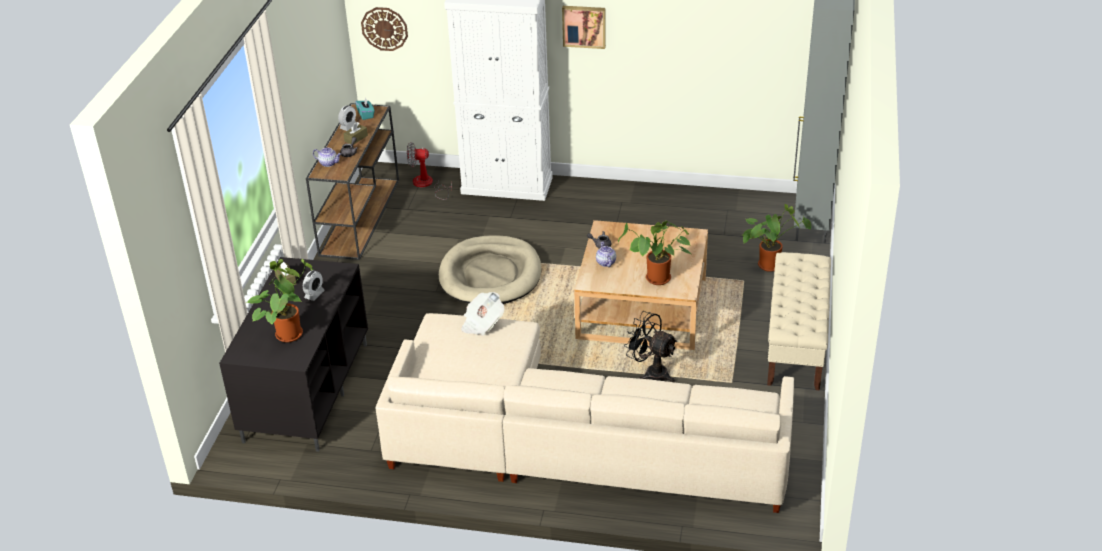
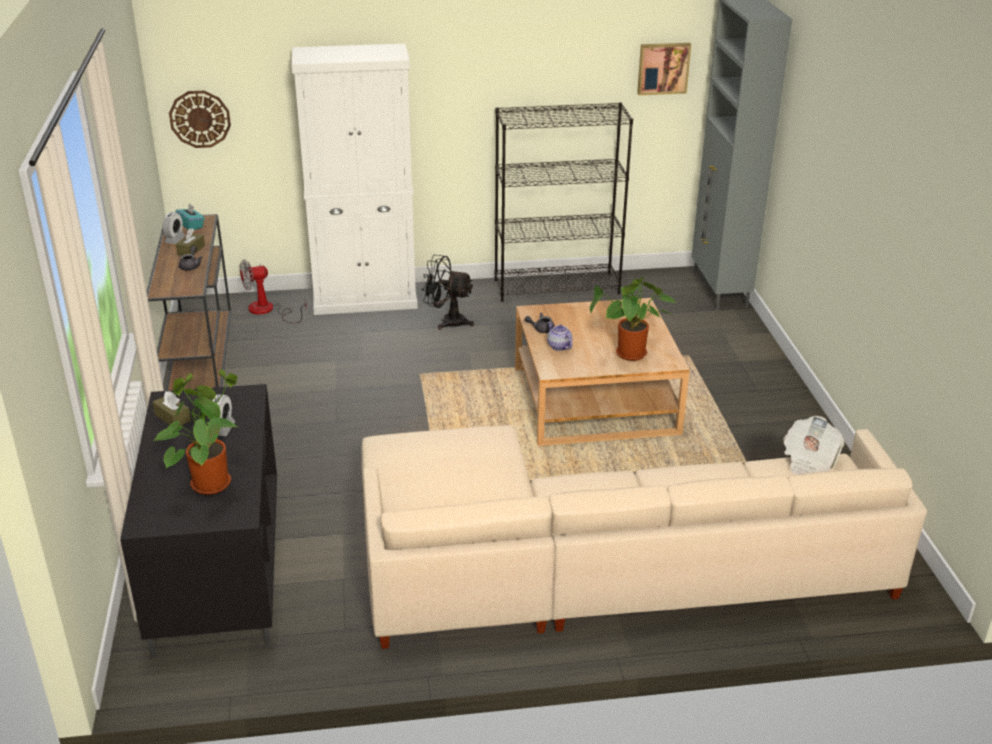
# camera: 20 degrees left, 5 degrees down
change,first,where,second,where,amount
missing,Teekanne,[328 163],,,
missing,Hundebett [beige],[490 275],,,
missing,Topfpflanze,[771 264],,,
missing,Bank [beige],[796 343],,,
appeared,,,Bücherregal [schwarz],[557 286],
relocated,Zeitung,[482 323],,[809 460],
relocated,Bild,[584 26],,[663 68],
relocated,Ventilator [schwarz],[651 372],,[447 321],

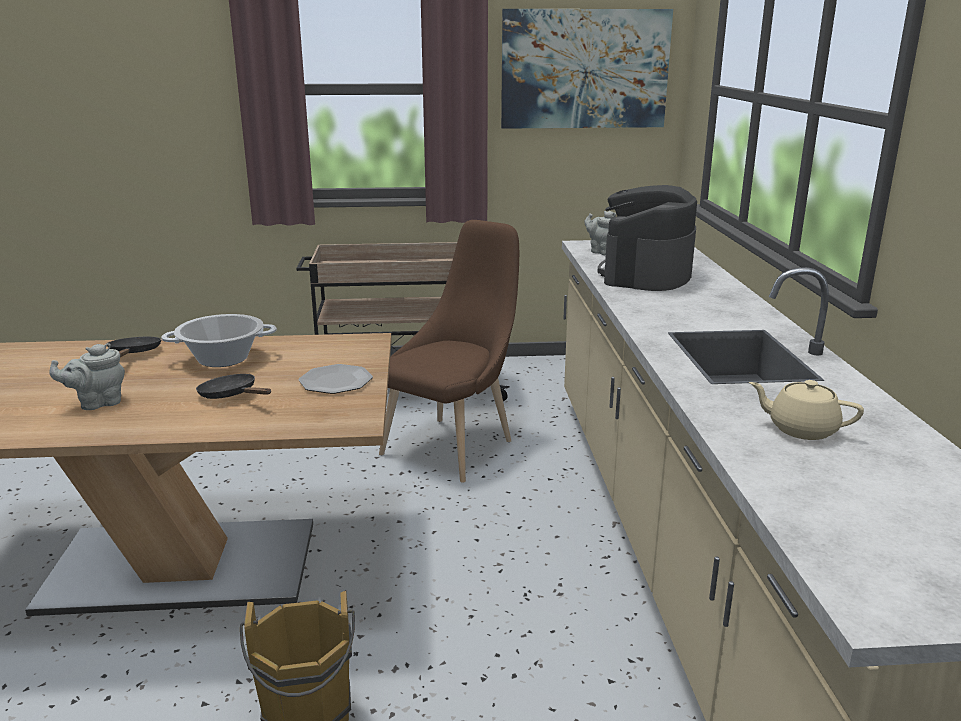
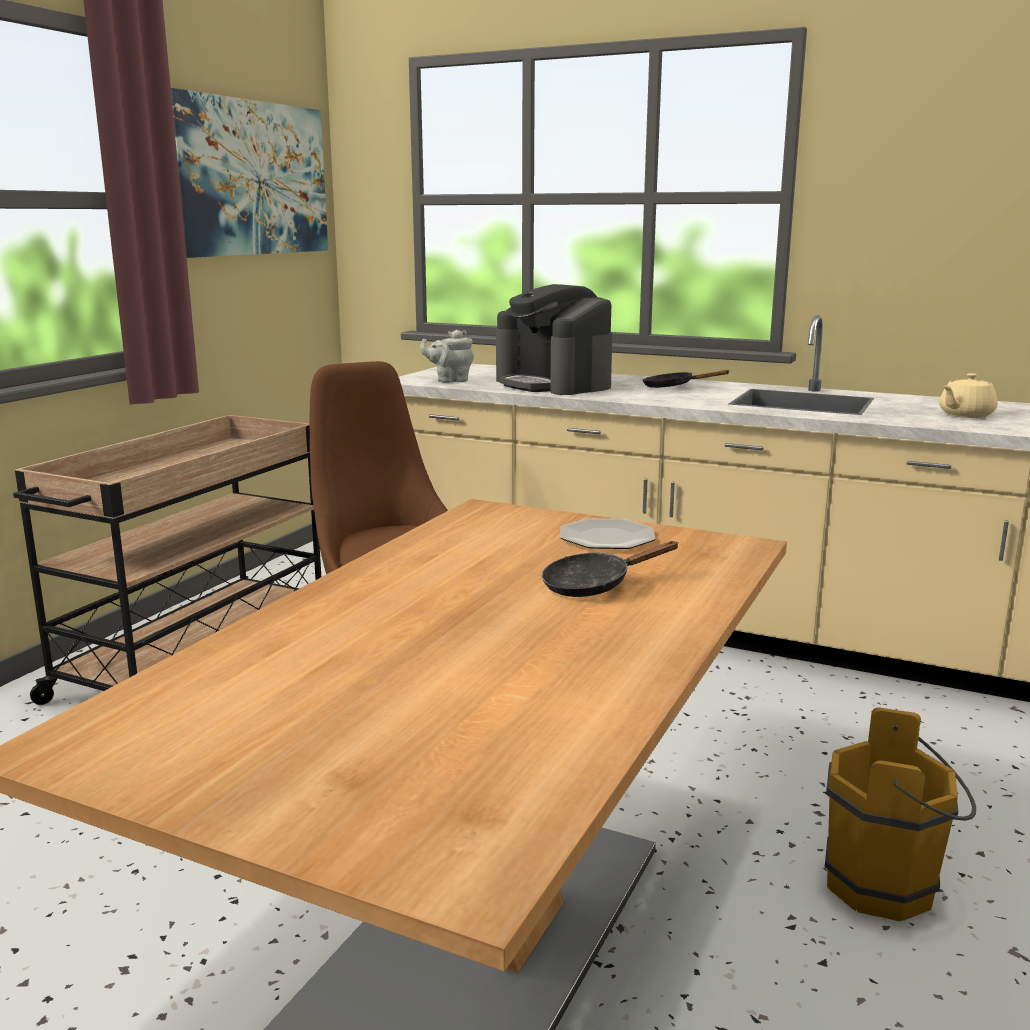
# camera: 60 degrees left, 5 degrees down
change,first,where,second,where,amount
missing,Teekanne [grau],[97 403],,,
missing,Kochtopf,[223 359],,,
relocated,Pfanne [schwarz],[134 353],,[673 387],

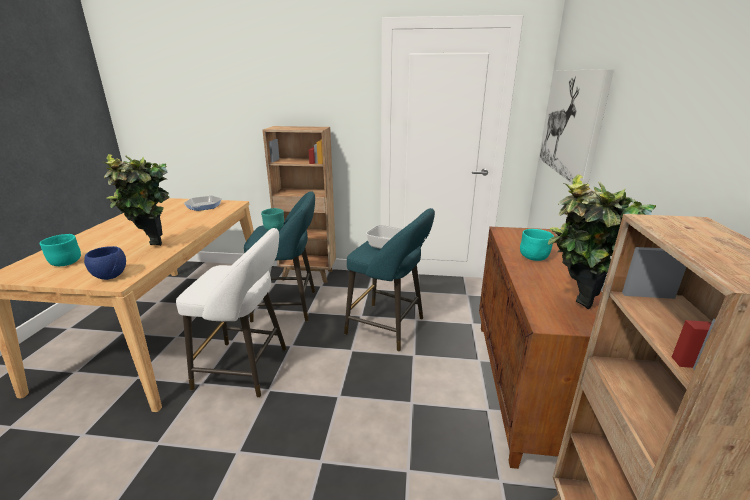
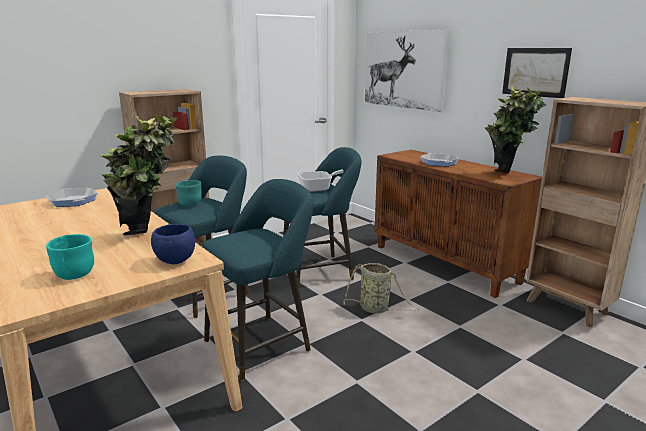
# camera: 45 degrees left, 5 degrees down
change,first,where,second,where,amount
appeared,,,Korb,[376 309],
appeared,,,Bild,[535 72],
exchanged,Schüssel [türkis],[533 258],Pfanne,[439 162],
colour,Hocker [weiß],[247 369],Hocker [türkis],[262 344],

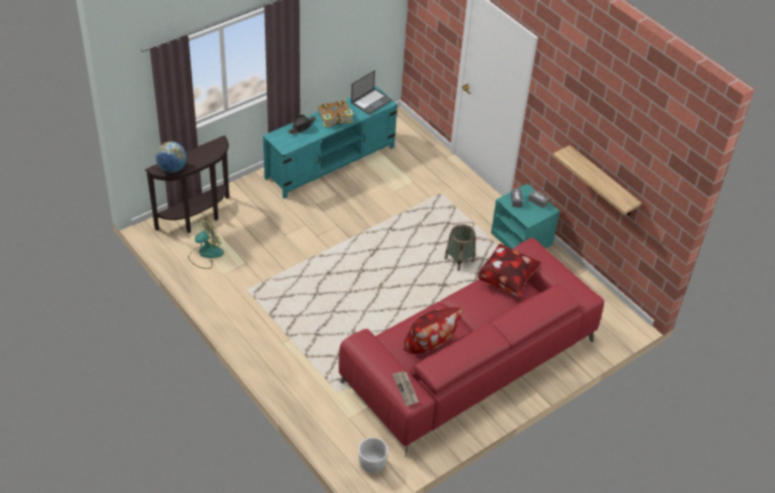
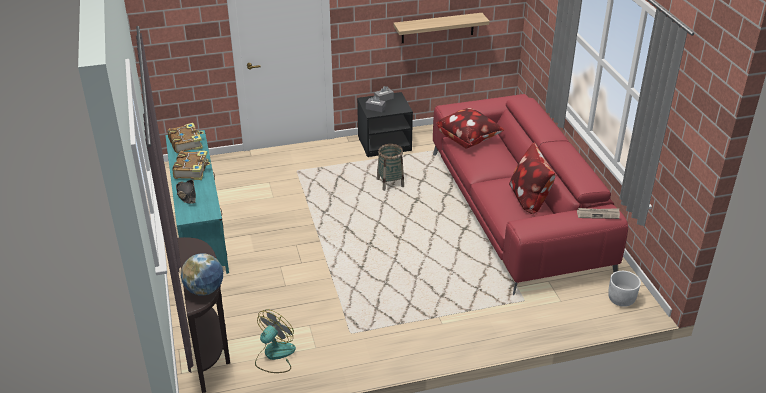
# camera: 65 degrees left, 10 degrees down
change,first,where,second,where,amount
exchanged,Laptop,[371 101],Buch,[186 143],
colour,Nachttisch [türkis],[522 239],Nachttisch [schwarz],[384 143],
spun,Ventilator,[205 254],,[274 355],45 degrees clockwise

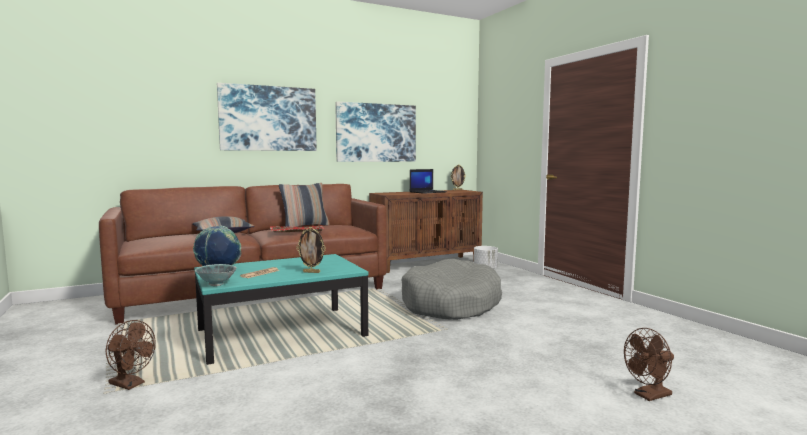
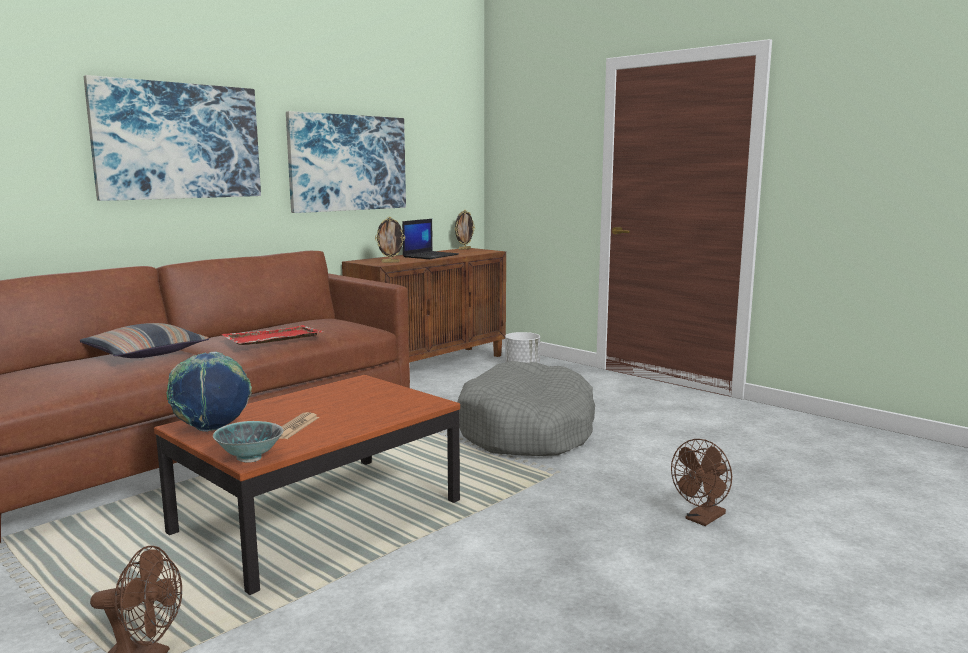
# camera: 20 degrees left, 5 degrees up
change,first,where,second,where,amount
missing,Kissen,[305 226],,,
relocated,Bilderrahmen,[311 272],,[390 262],
relocated,Ventilator [braun],[649 396],,[702 519],
colour,Couchtisch [türkis],[282 332],Couchtisch [braun],[319 515],

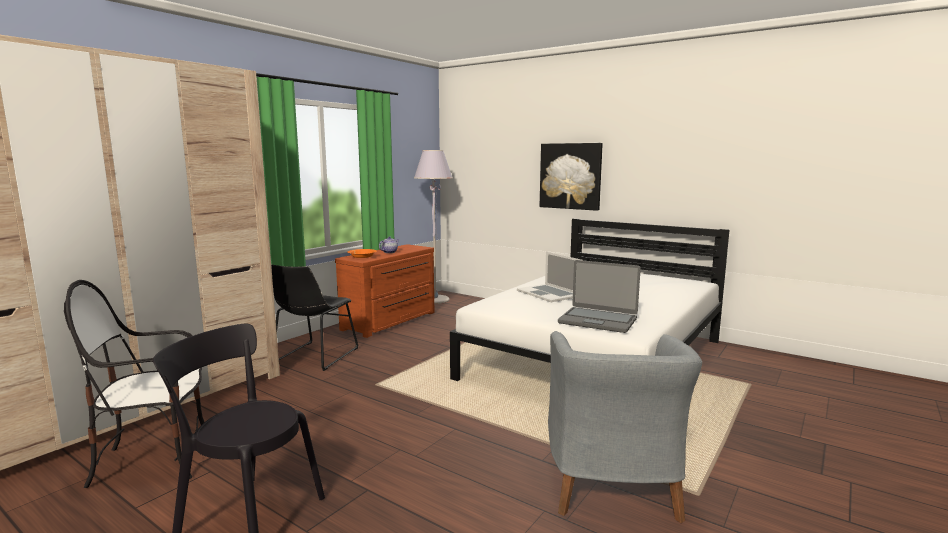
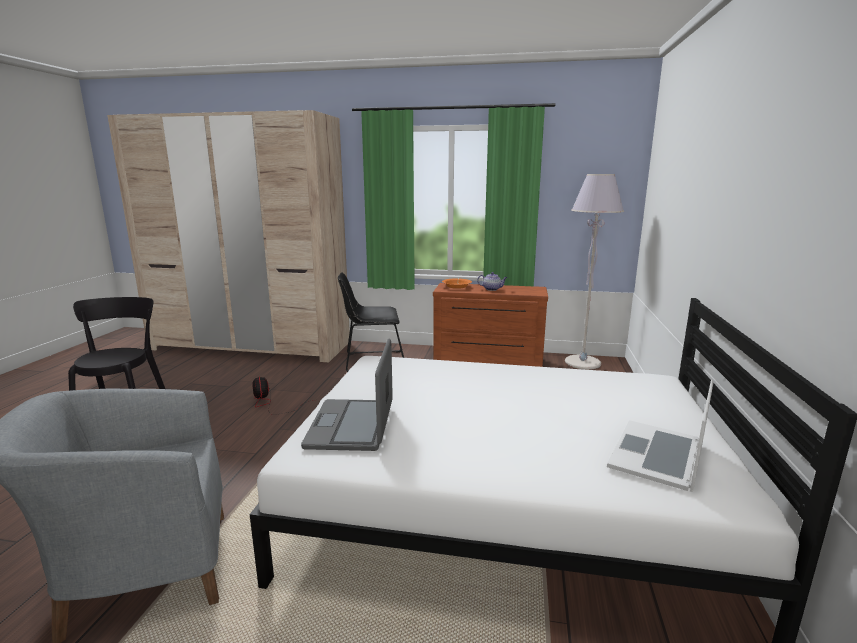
# camera: 65 degrees right, 5 degrees up
change,first,where,second,where,amount
missing,Stuhl,[154 460],,,
missing,Bild,[570 176],,,
appeared,,,Ventilator,[271 404],
relocated,Laptop,[549 293],,[658 454],

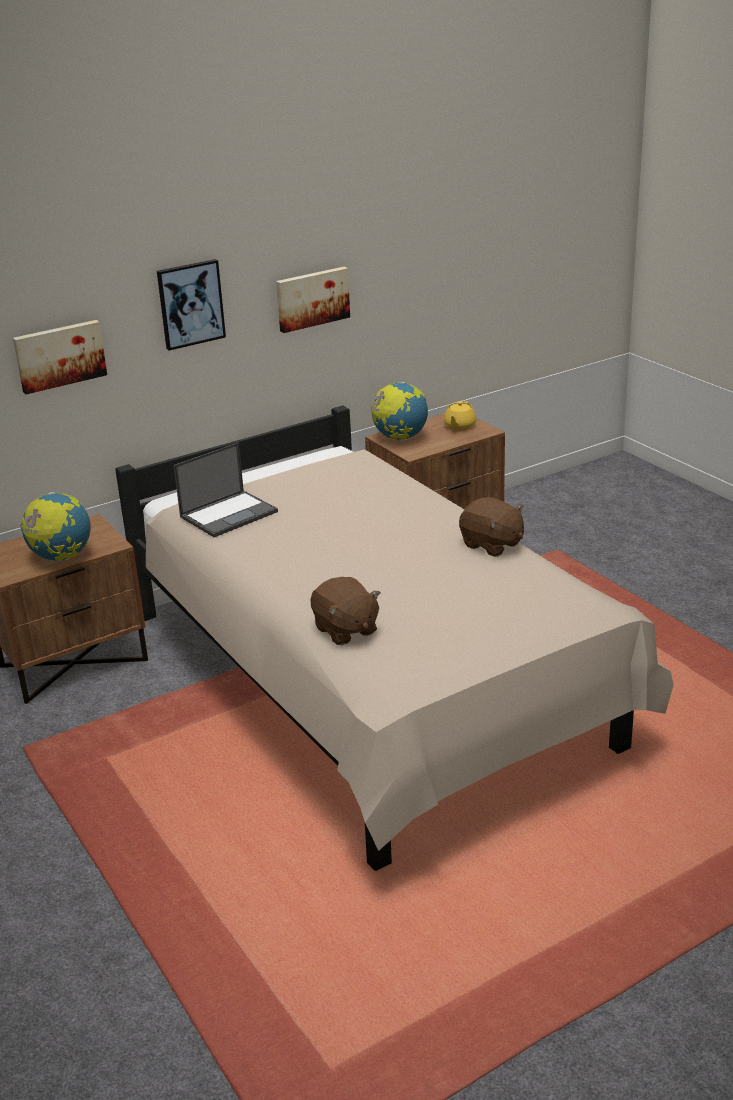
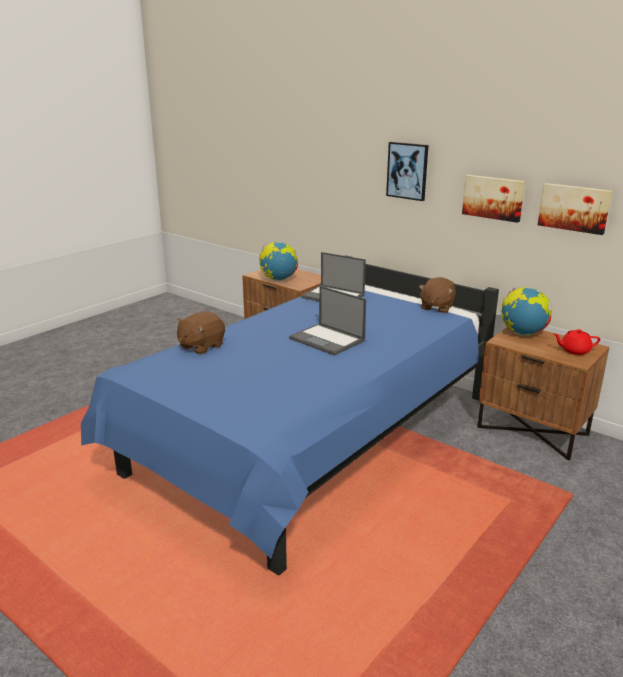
# camera: 70 degrees right, 5 degrees down
change,first,where,second,where,amount
appeared,,,Laptop,[327 340],
relocated,Bild,[59 355],,[574 208],
relocated,Plüschtier [braun],[492 545],,[436 308],
colour,Bett [beige],[371 686],Bett [blau],[310 439],
colour,Teekanne [gelb],[459 426],Teekanne [rot],[574 350],

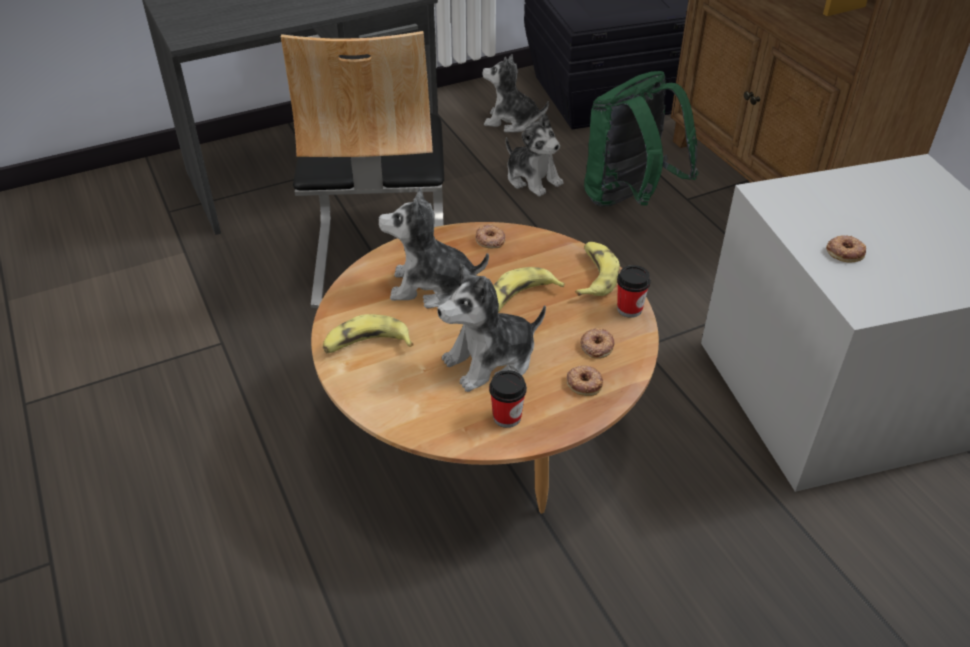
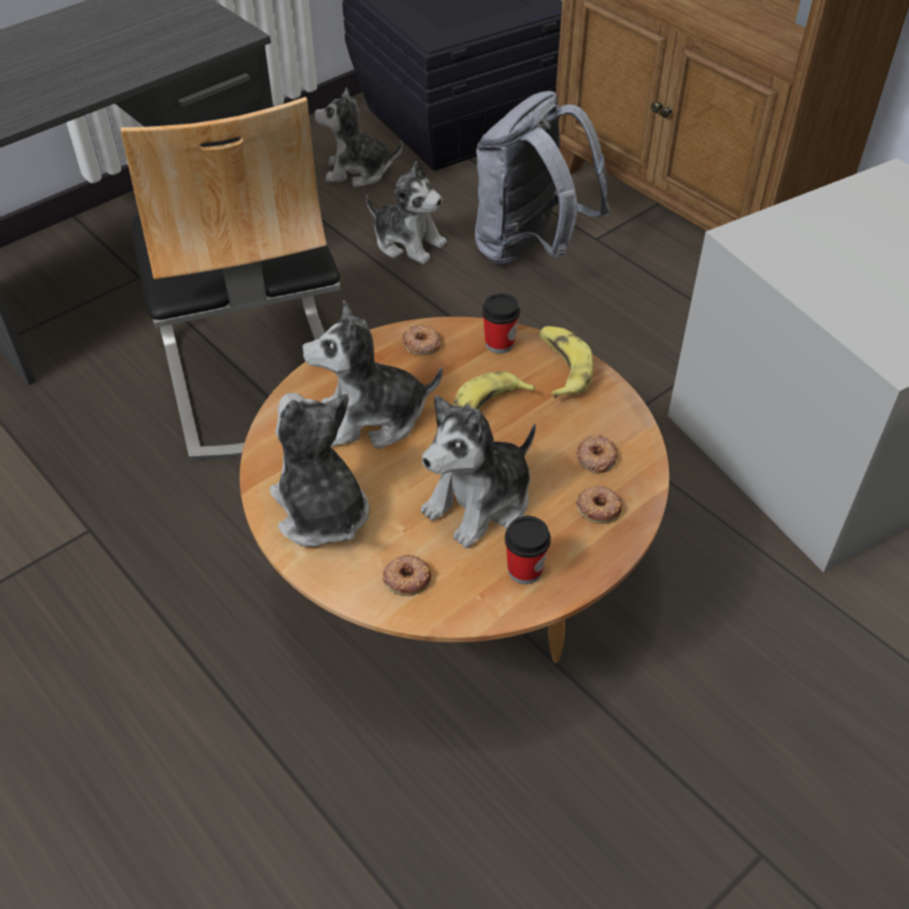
# camera: 15 degrees left, 5 degrees up
change,first,where,second,where,amount
relocated,Tasse,[629 309],,[499 344],
relocated,Donut,[845 252],,[407 578],
exchanged,Banane,[366 345],Plüschtier,[321 512],
colour,Rucksack [grün],[629 199],Rucksack [grau],[530 250],

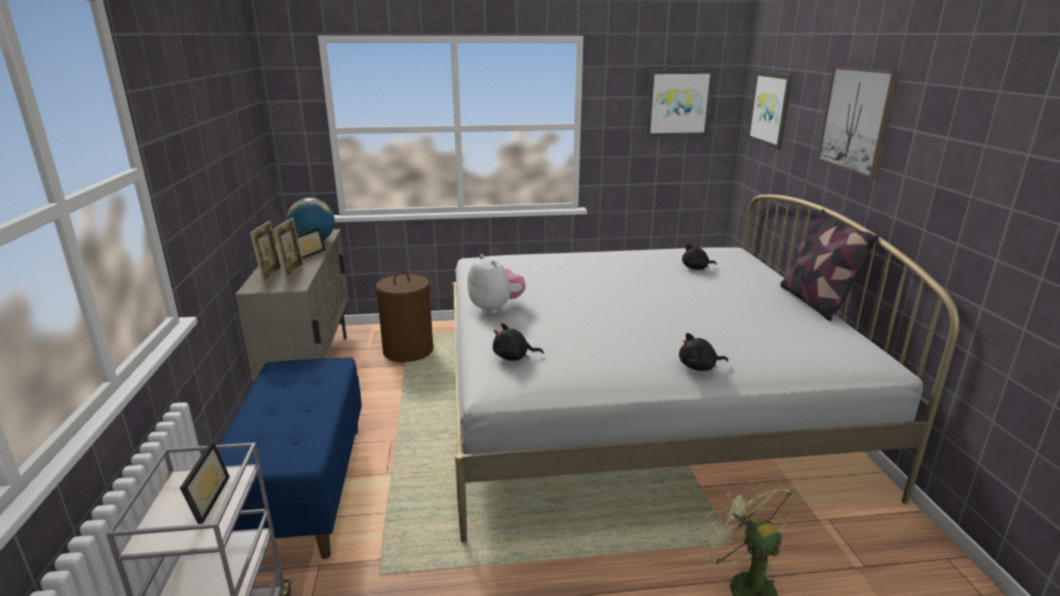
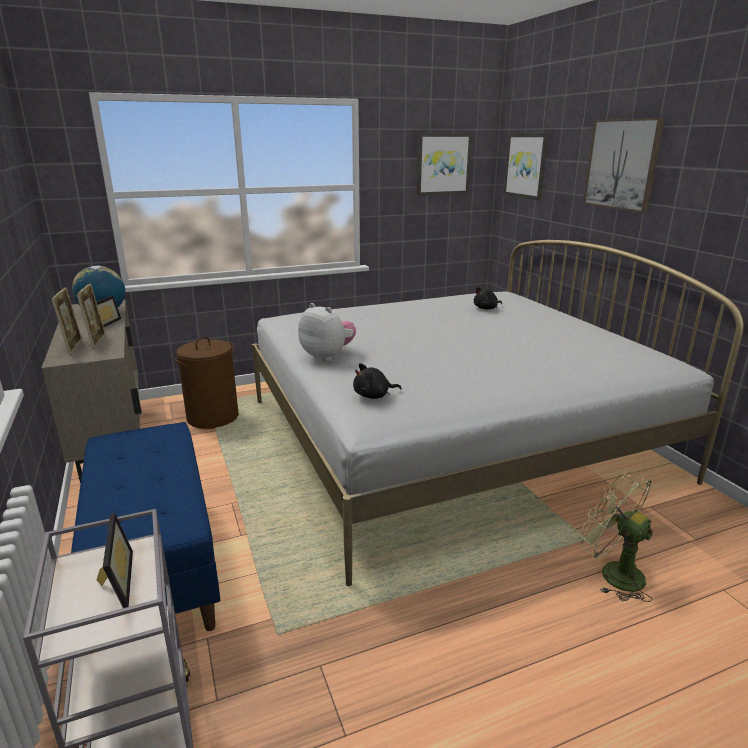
# camera: 15 degrees left, 0 degrees up
change,first,where,second,where,amount
missing,Plüschtier [schwarz],[699 367],,,
missing,Kissen,[814 302],,,

